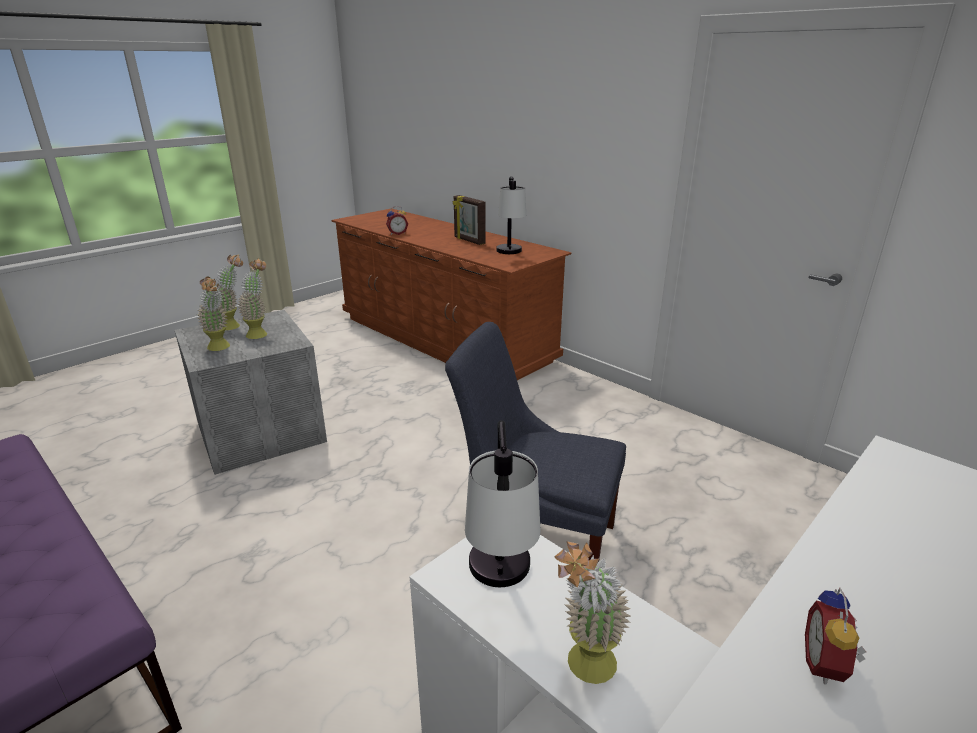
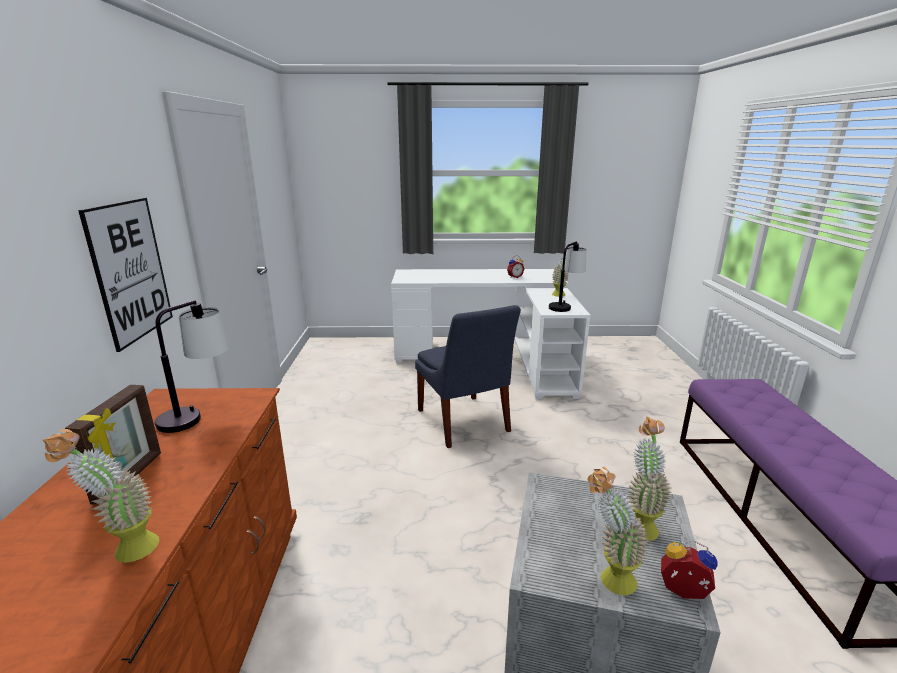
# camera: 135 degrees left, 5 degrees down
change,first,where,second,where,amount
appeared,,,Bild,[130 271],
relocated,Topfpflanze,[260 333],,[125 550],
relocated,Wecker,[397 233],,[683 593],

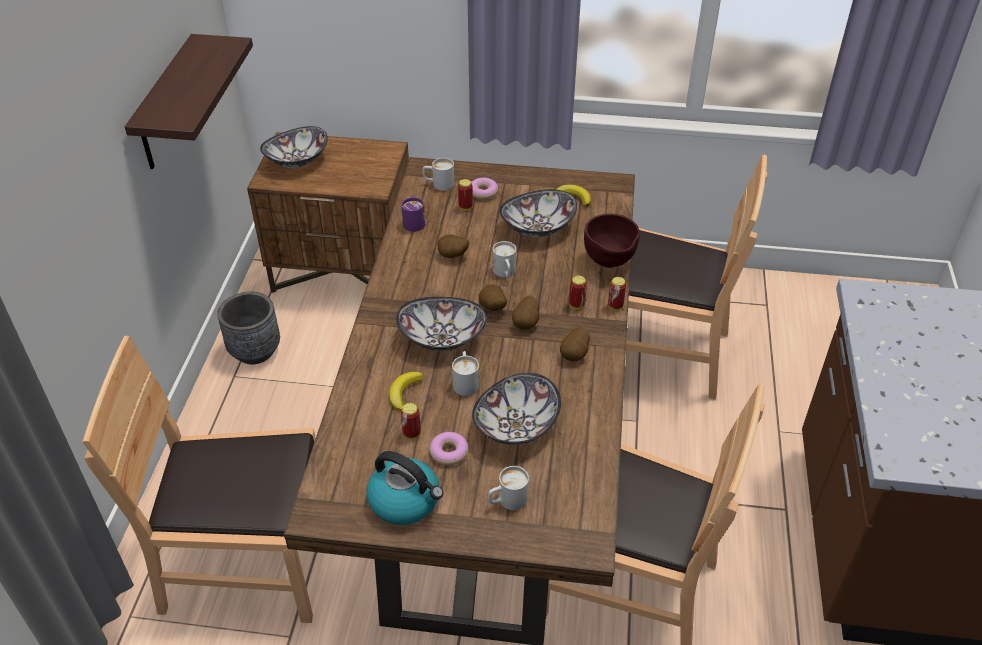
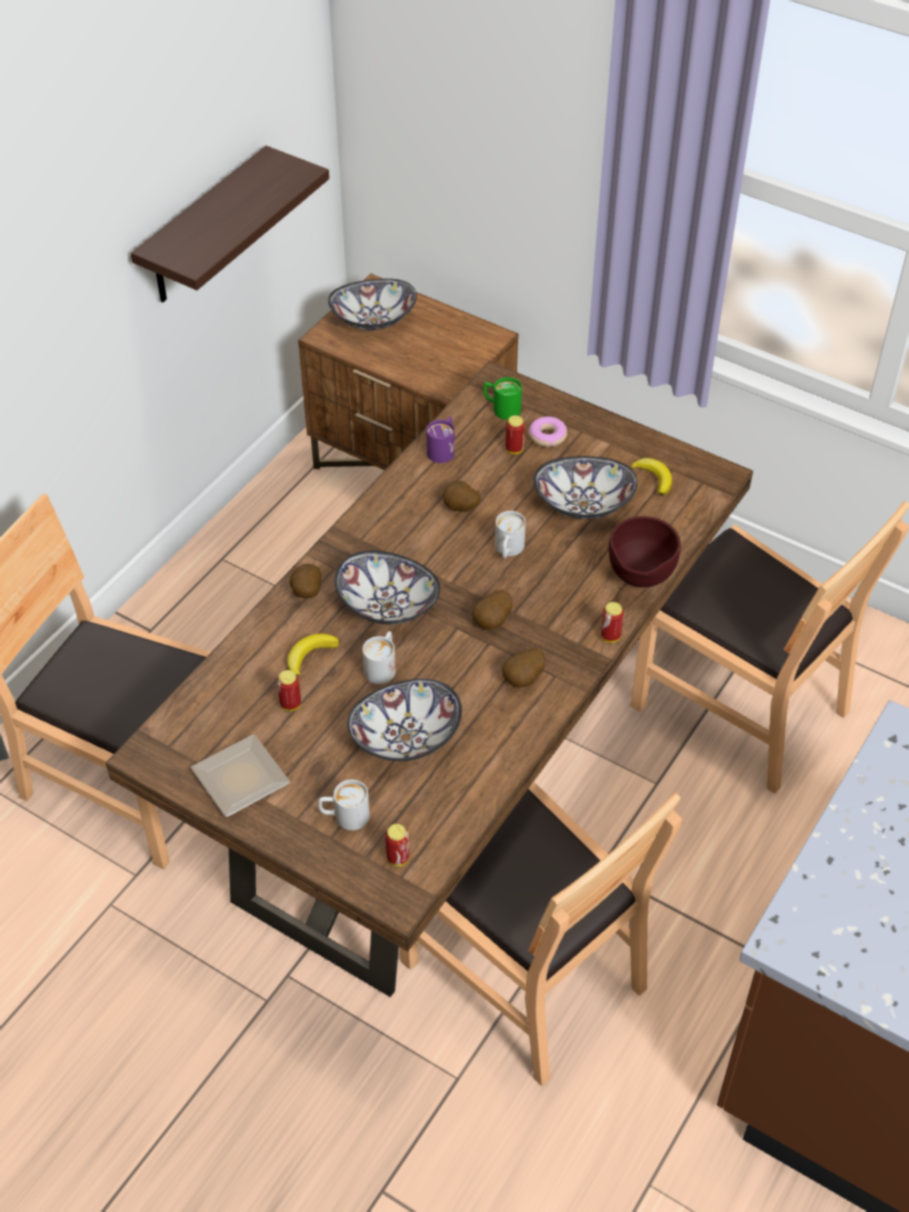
# camera: 25 degrees right, 5 degrees up
change,first,where,second,where,amount
missing,Pflanzkübel [grau],[255 351],,,
missing,Donut,[449 452],,,
relocated,Kartoffel,[492 308],,[306 593],
relocated,Dose,[576 305],,[398 858],
exchanged,Wasserkessel,[406 501],Teller,[242 775],
colour,Henkelbecher [weiß],[438 184],Henkelbecher [grün],[501 408],

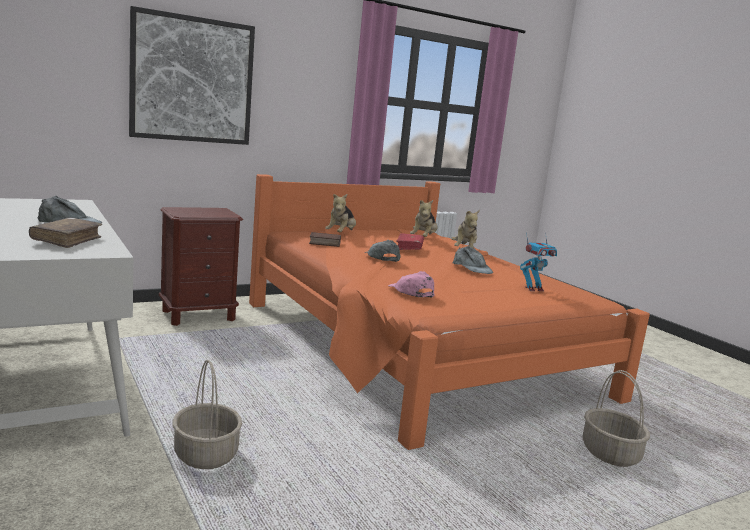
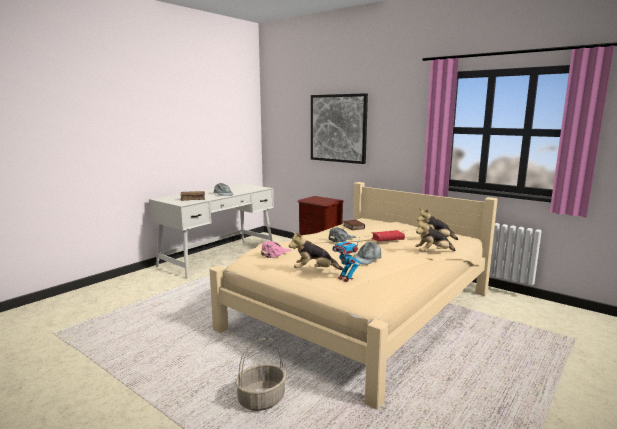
# camera: 70 degrees right, 0 degrees up
change,first,where,second,where,amount
missing,Korb,[205 454],,,
relocated,Plüschtier,[341 234],,[314 270],
colour,Bett [orange],[415 348],Bett [beige],[360 310],

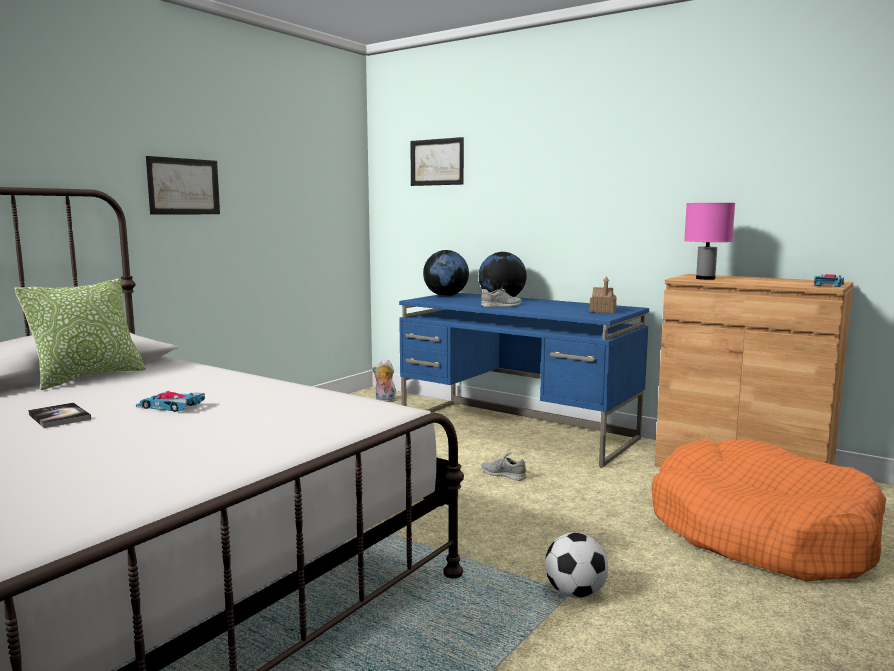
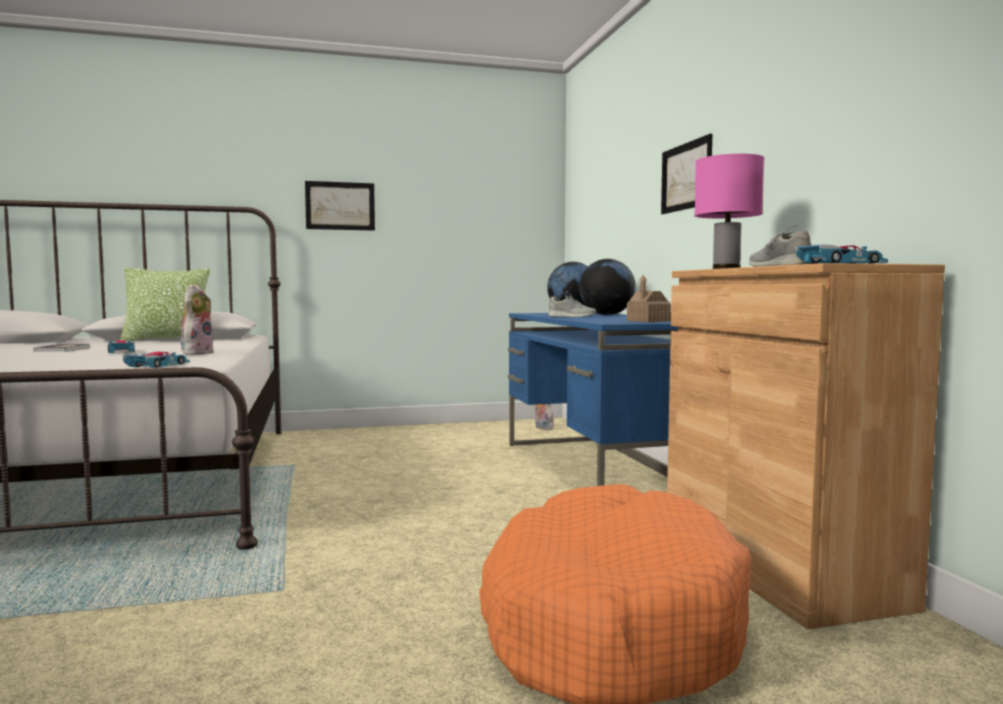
# camera: 40 degrees right, 5 degrees down
change,first,where,second,where,amount
missing,Fußball,[575 593],,,
appeared,,,Spielzeugauto,[157 365],
appeared,,,Plüschtier,[196 353],
relocated,Bild,[437 162],,[686 176],
relocated,Schuh [grau],[503 474],,[779 266],

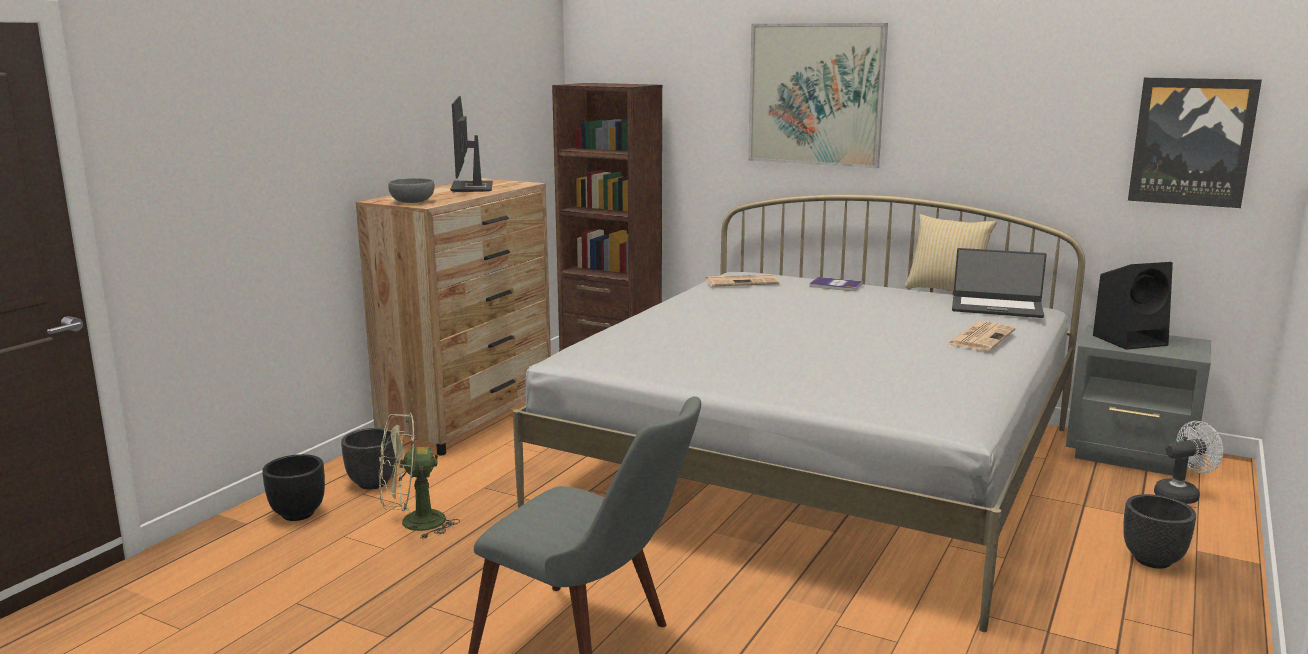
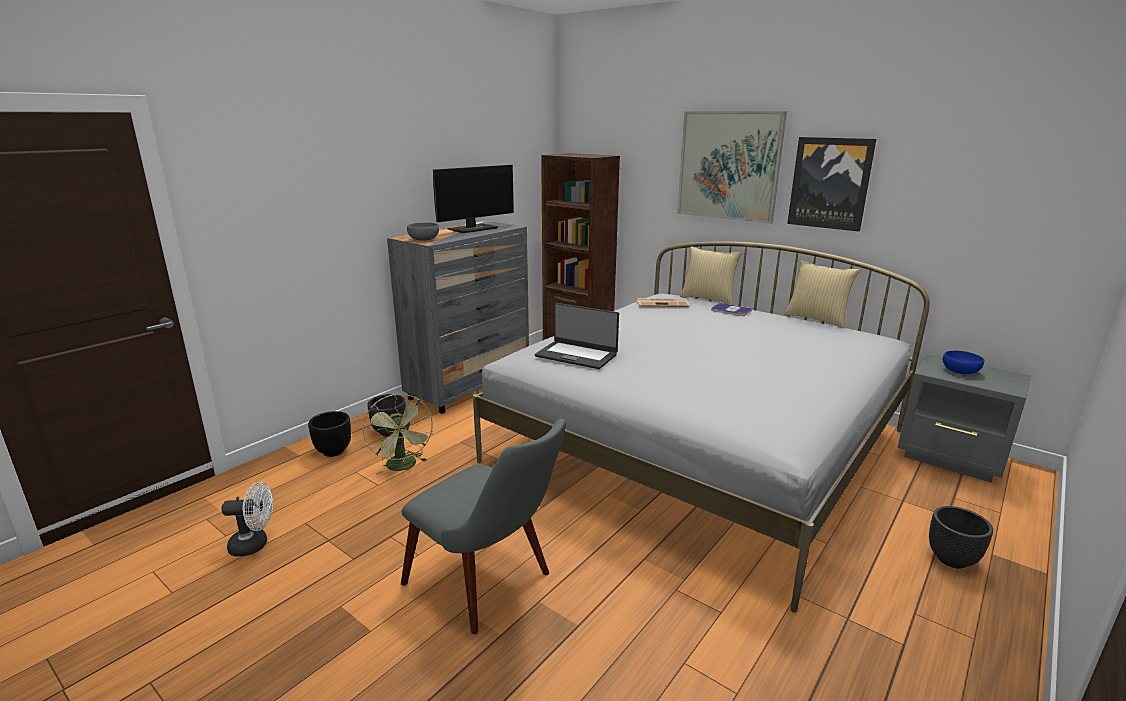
# camera: 10 degrees right, 5 degrees up
change,first,where,second,where,amount
missing,Zeitung,[980 337],,,
appeared,,,Kissen,[708 298],
relocated,Laptop,[996 307],,[576 355],
relocated,Bild,[1192 142],,[830 183],
relocated,Ventilator [weiß],[1181 495],,[255 545],
exchanged,Lautsprecher [schwarz],[1130 340],Schüssel [blau],[960 371],
colour,Kommode [braun],[470 419],Kommode [grau],[470 386],
spun,Ventilator [grün],[413 524],,[403 467],105 degrees counterclockwise
spun,Monitor,[472 188],,[473 229],135 degrees counterclockwise

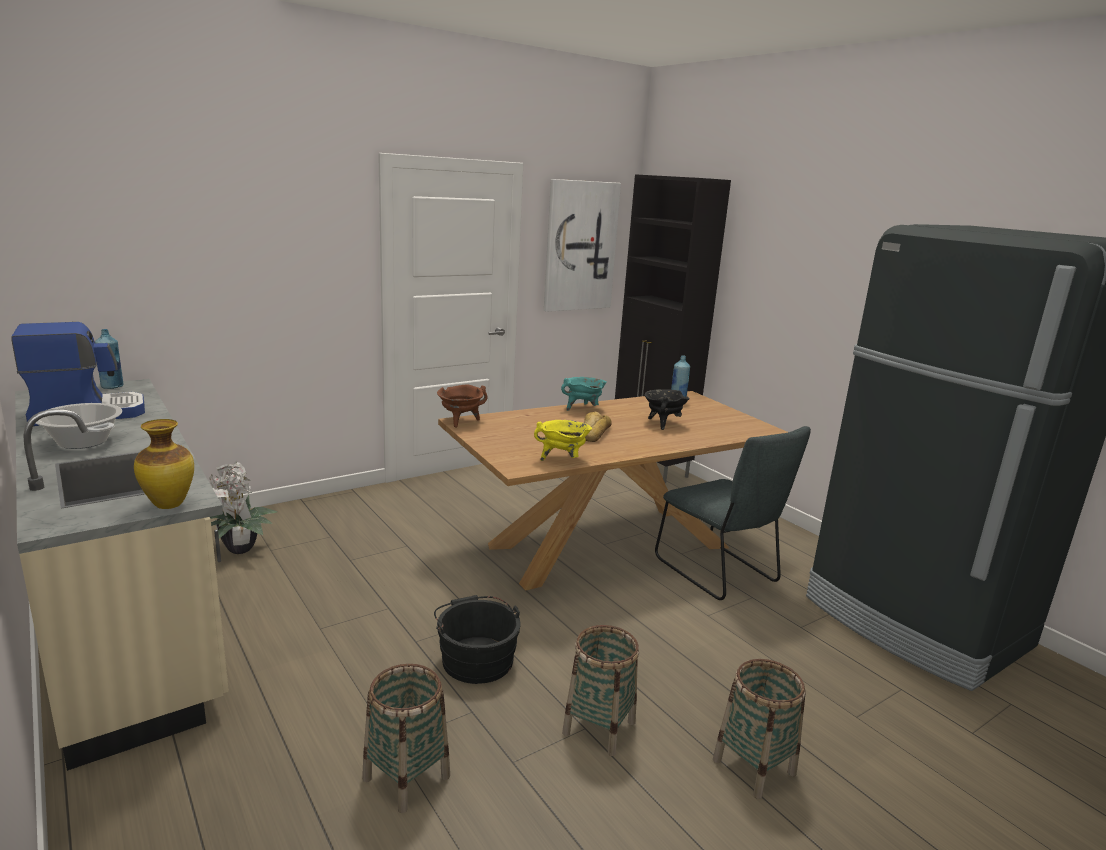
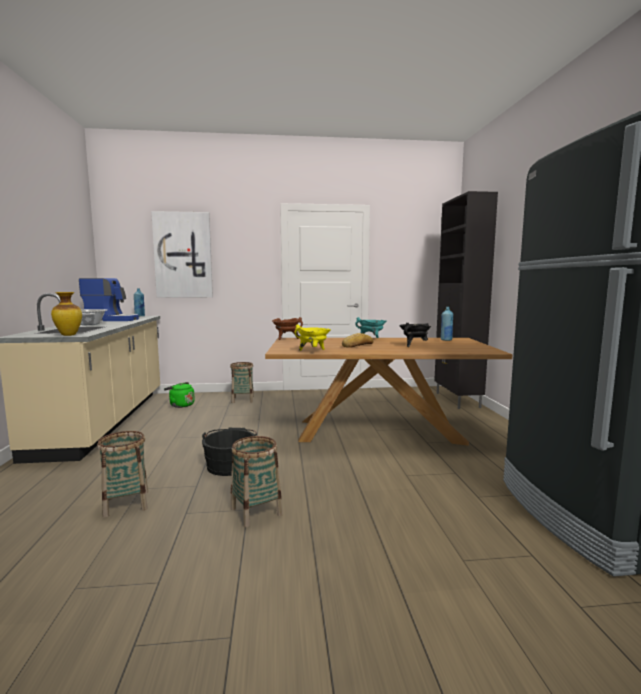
# camera: 30 degrees right, 10 degrees down
change,first,where,second,where,amount
missing,Stuhl [grau],[719 573],,,
relocated,Bild,[580 246],,[183 255],
relocated,Korb,[754 767],,[242 400],
exchanged,Topfpflanze,[237 550],Wasserkessel [grün],[180 405],

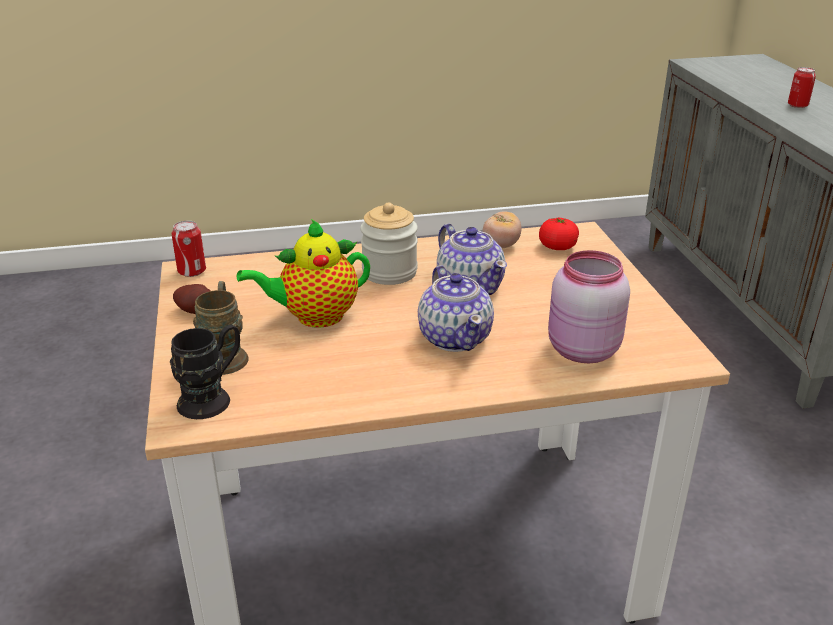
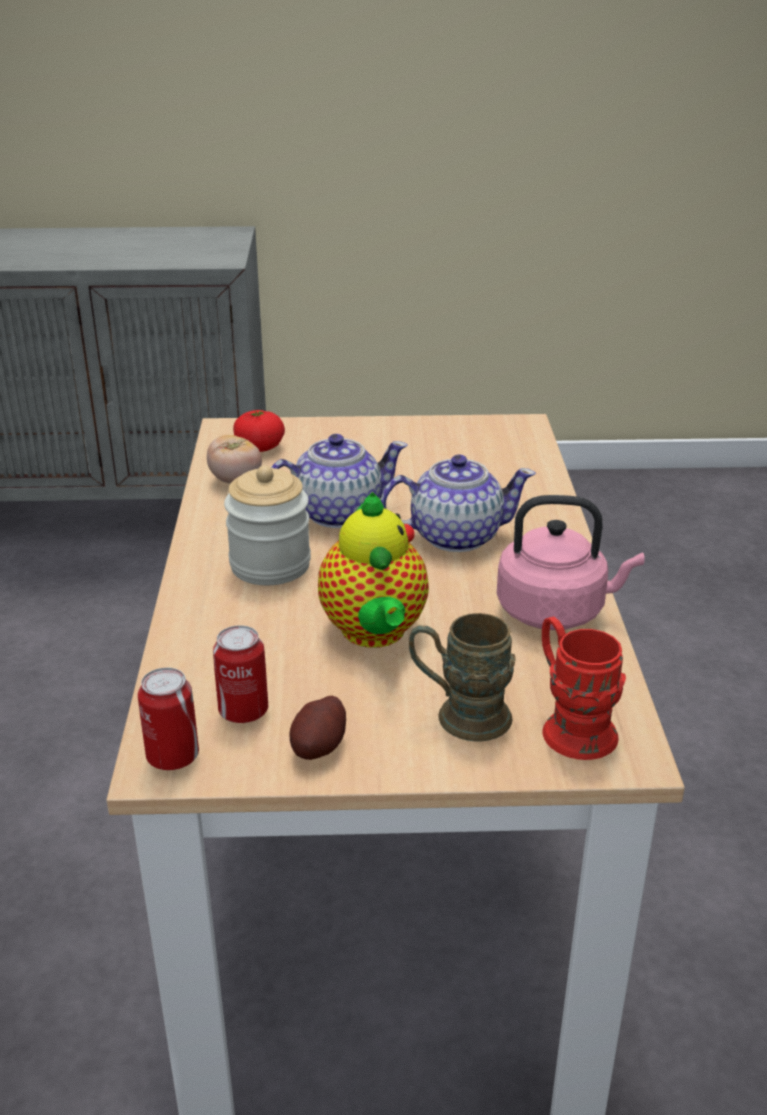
# camera: 80 degrees left, 0 degrees up
change,first,where,second,where,amount
missing,Vorratsglas [rosa],[581 350],,,
appeared,,,Wasserkessel [rosa],[556 611],
relocated,Dose,[797 105],,[243 711],
colour,Henkelbecher [schwarz],[213 398],Henkelbecher [rot],[570 725],

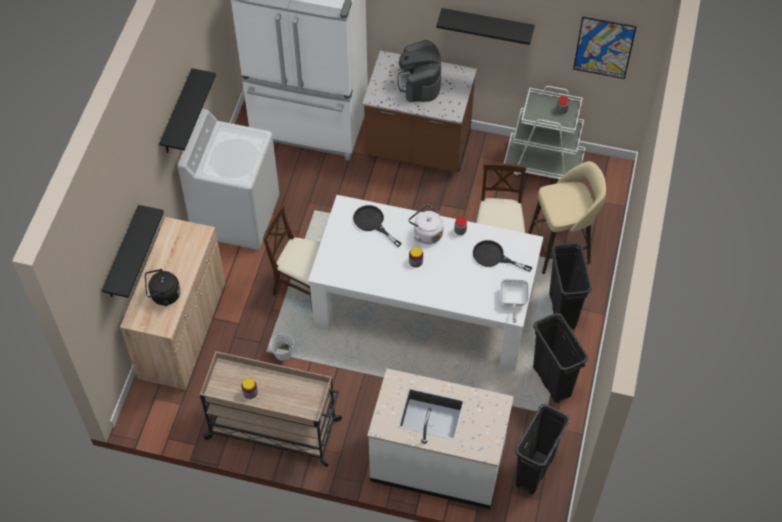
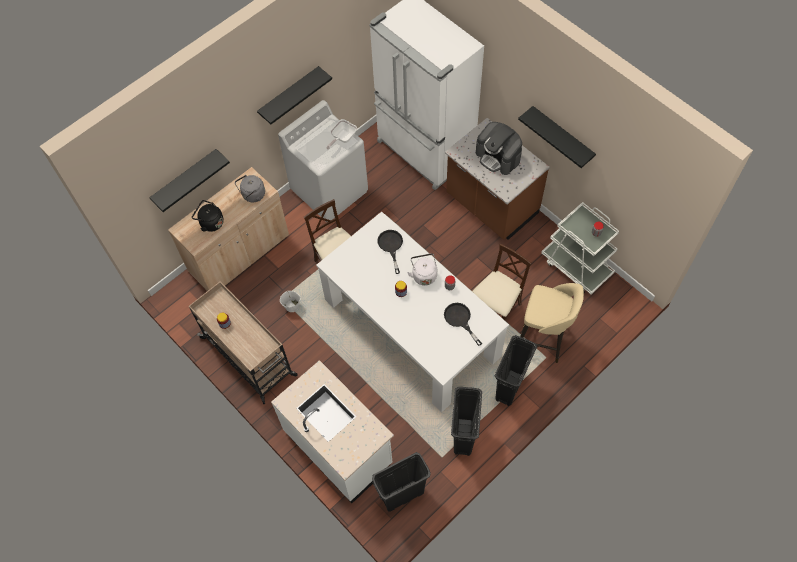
# camera: 35 degrees right, 5 degrees up
change,first,where,second,where,amount
missing,Bild,[604 47],,,
appeared,,,Wasserkessel [grau],[252 195],
relocated,Pfanne,[513 302],,[342 138],
spun,Kaffeemaschine,[419 82],,[498 157],75 degrees counterclockwise

